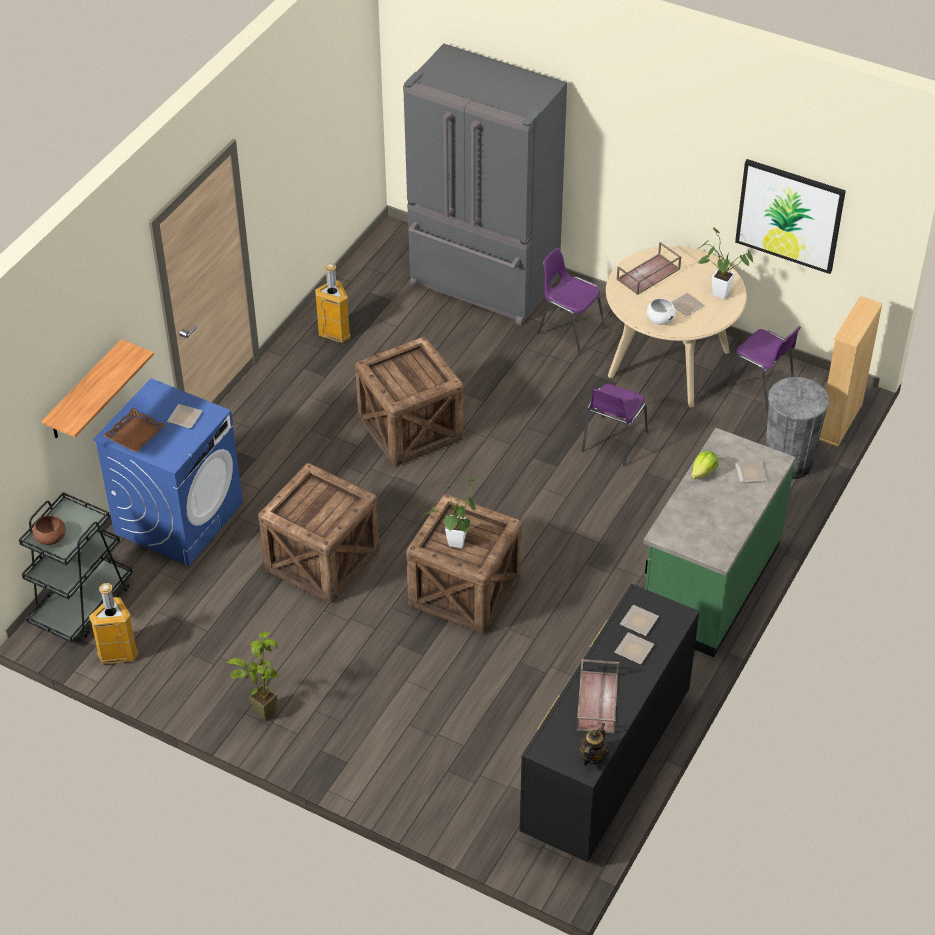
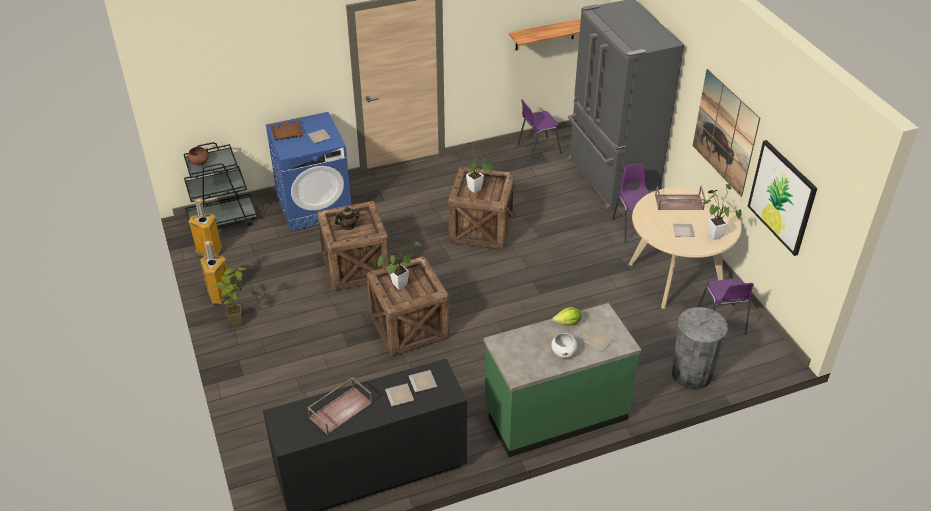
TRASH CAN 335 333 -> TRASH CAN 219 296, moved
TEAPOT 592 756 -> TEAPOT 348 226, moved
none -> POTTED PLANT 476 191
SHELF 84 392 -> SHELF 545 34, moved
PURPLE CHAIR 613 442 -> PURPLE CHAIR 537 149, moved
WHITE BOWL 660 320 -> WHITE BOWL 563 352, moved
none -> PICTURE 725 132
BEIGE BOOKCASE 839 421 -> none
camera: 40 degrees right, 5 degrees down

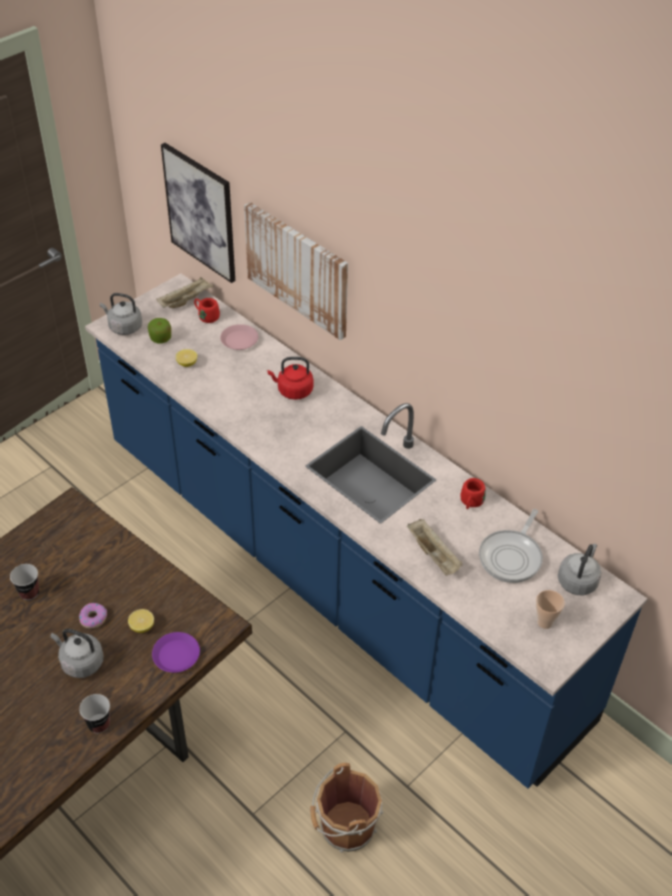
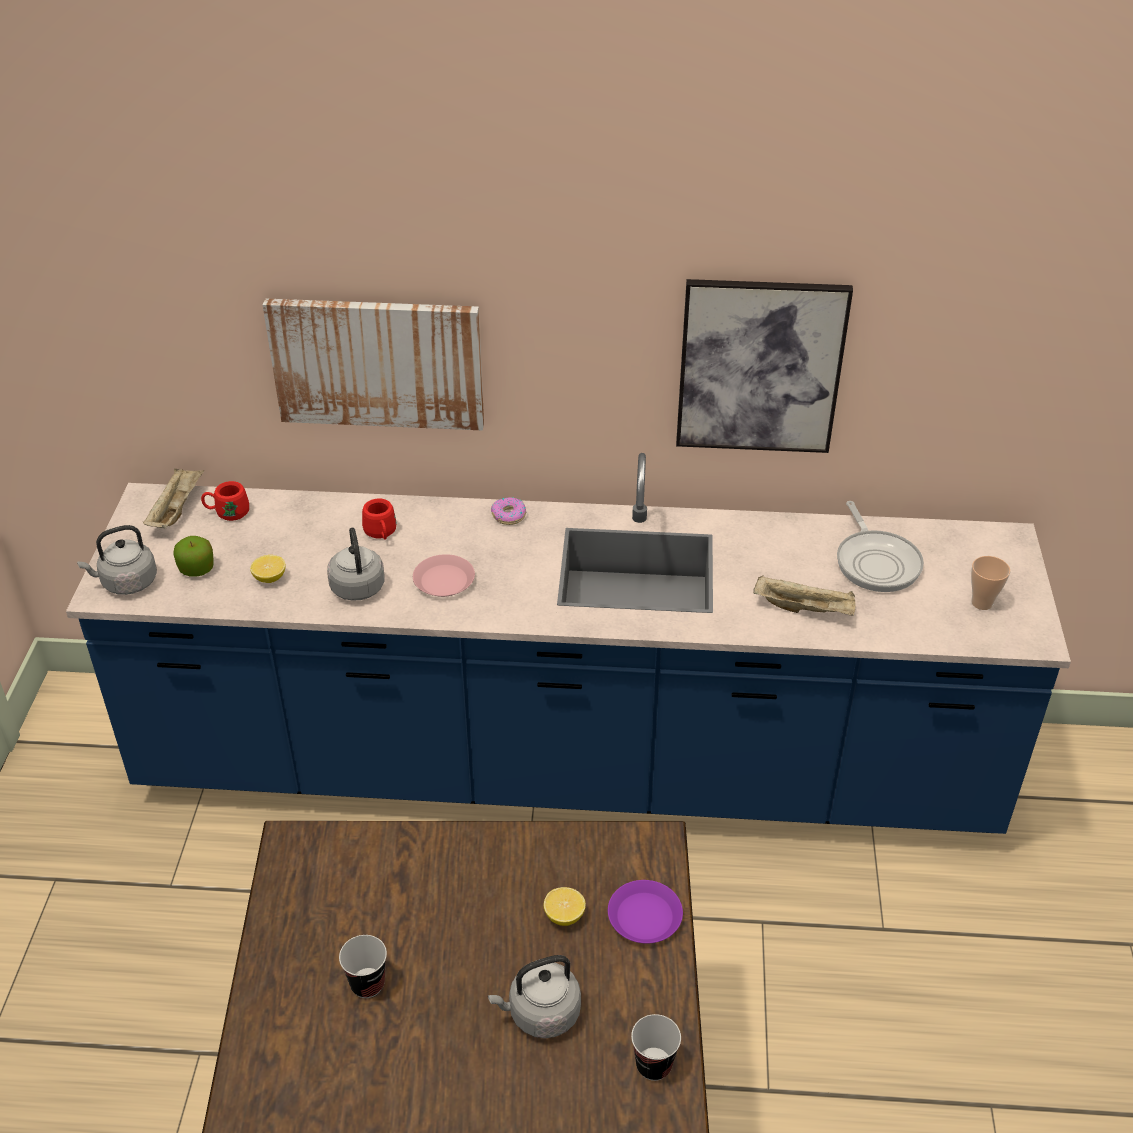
GREY KETTLE 578 580 -> GREY KETTLE 357 585, moved
RED MUG 470 503 -> RED MUG 381 534, moved
PINK PLATE 239 340 -> PINK PLATE 444 580, moved
DONUT 93 618 -> DONUT 508 515, moved
PICTURE 201 212 -> PICTURE 760 366, moved
RED KETTLE 293 391 -> none
BROWN BUCKET 345 827 -> none
camera: 40 degrees left, 5 degrees down

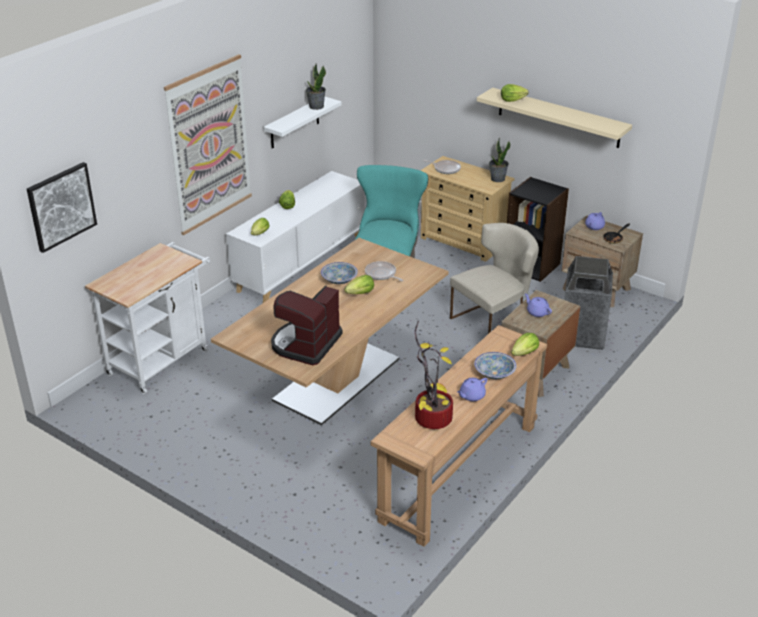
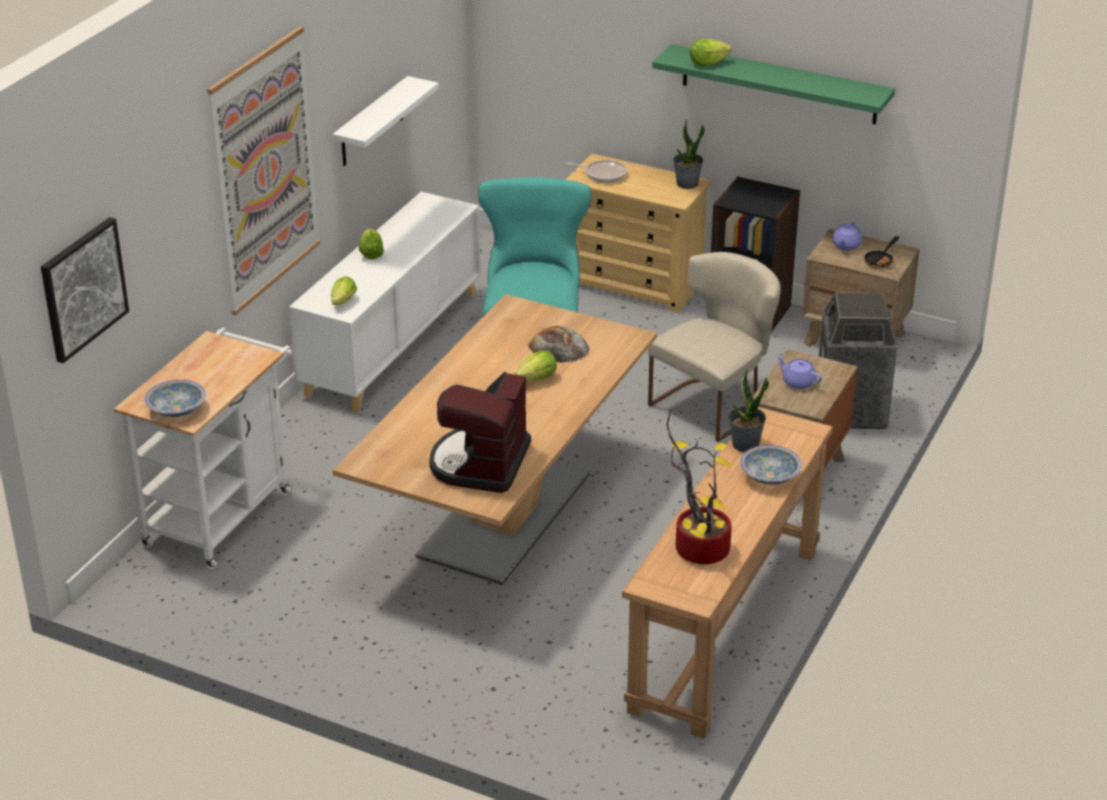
BOWL 339 280 -> BOWL 177 409, moved
FRYING PAN 381 274 -> BREAD 558 347
BEIGE SHELF 558 118 -> GREEN SHELF 779 84
POTTED PLANT 316 106 -> POTTED PLANT 745 444, moved
PURPLE TEAPOT 471 396 -> none
LETTUCE 524 353 -> none
camera: 10 degrees left, 0 degrees up

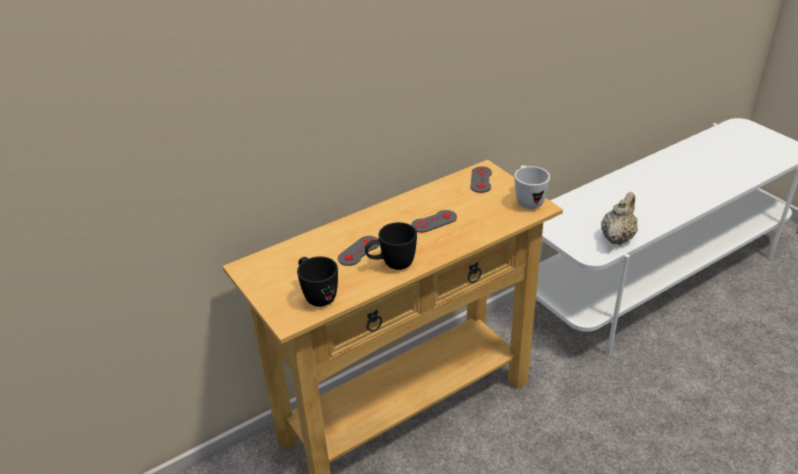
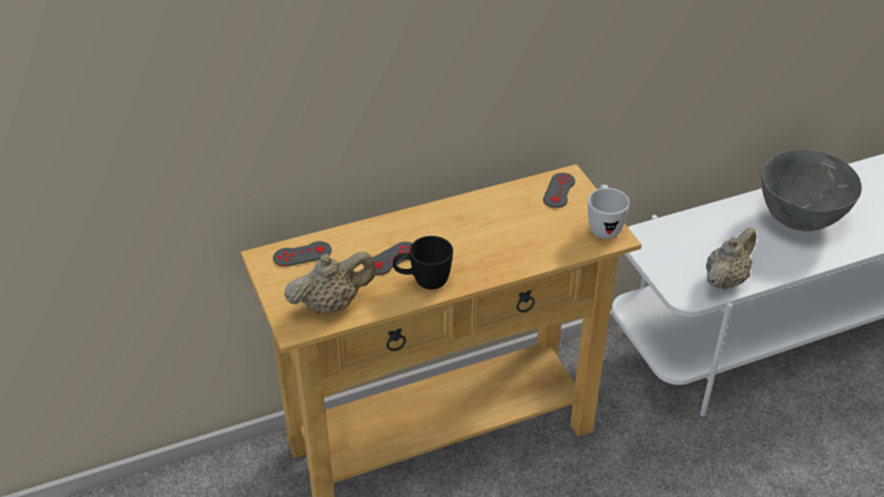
GREY GAME CONTROLLER 434 221 -> GREY GAME CONTROLLER 302 254, moved
BLACK MUG 317 295 -> BEIGE TEAPOT 332 304
none -> GREY BOWL 799 219
camera: 10 degrees right, 5 degrees up

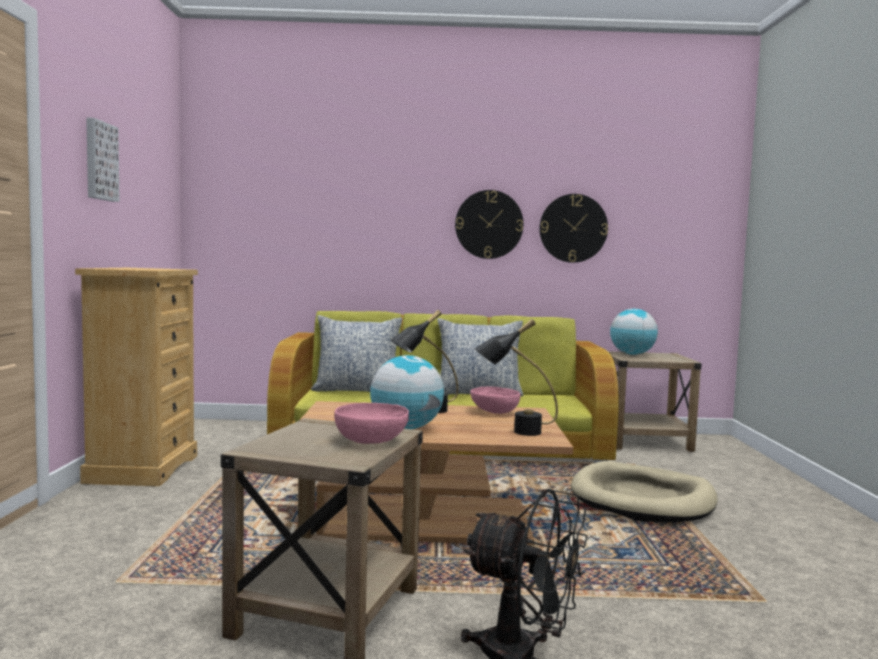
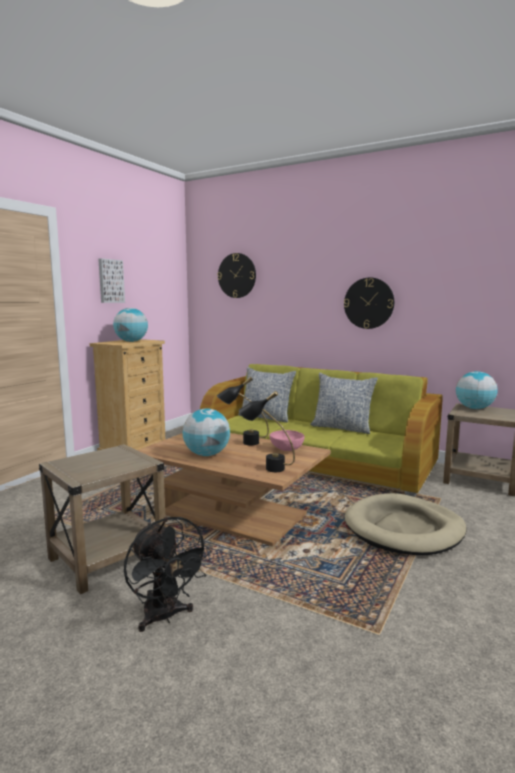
none -> GLOBE 131 341
WALL CLOCK 573 228 -> WALL CLOCK 237 275, moved
PINK BOWL 371 440 -> none
camera: 30 degrees right, 5 degrees up

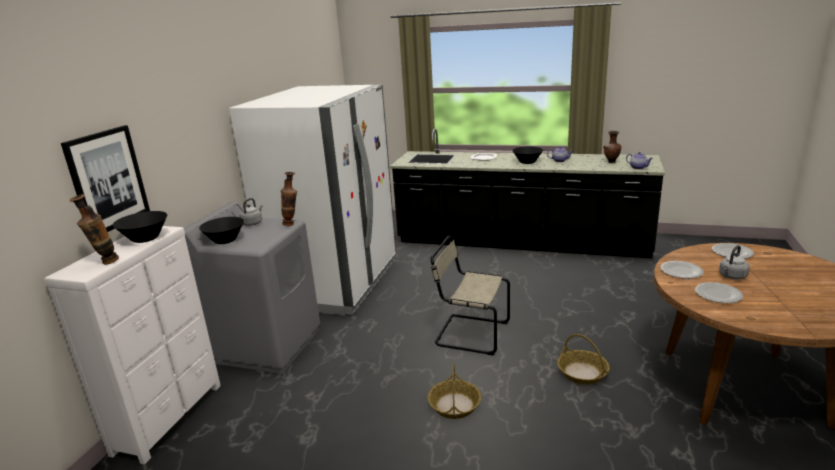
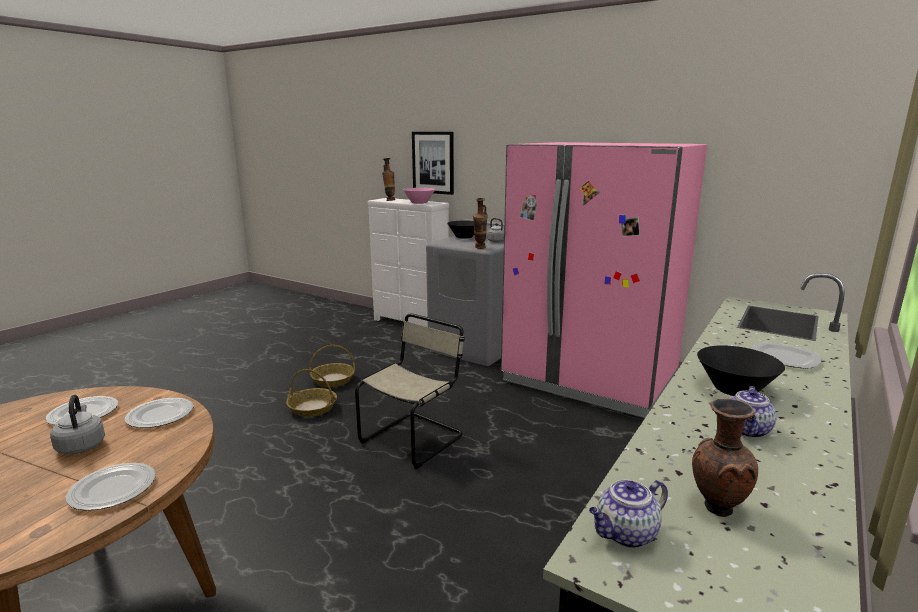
BASKET 582 373 -> BASKET 332 380, moved
BLACK BOWL 145 239 -> PINK BOWL 419 203
WHITE FRIDGE 337 282 -> PINK FRIDGE 589 380
camera: 105 degrees right, 5 degrees down

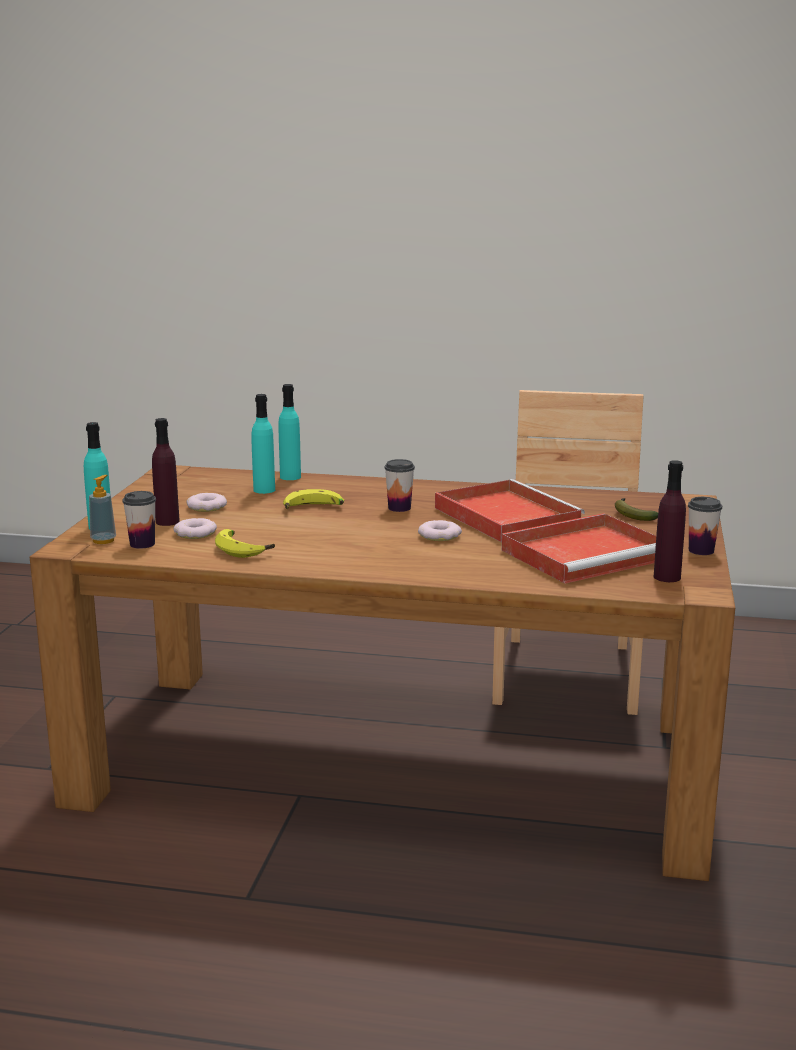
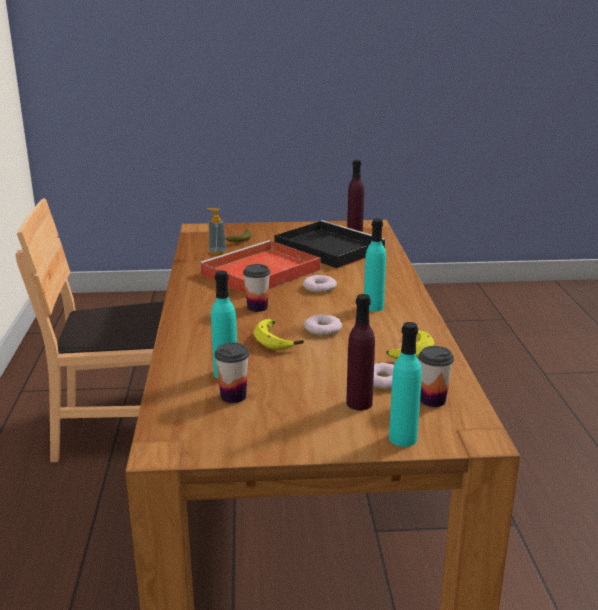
SOAP DISPENSER 103 540 -> SOAP DISPENSER 217 252, moved
CUP 701 550 -> CUP 233 396, moved
RED TRAY 586 554 -> BLACK TRAY 327 248
DONUT 207 507 -> DONUT 323 329, moved
TURQUOISE BOTTLE 290 477 -> TURQUOISE BOTTLE 373 307, moved
camera: 105 degrees left, 5 degrees up

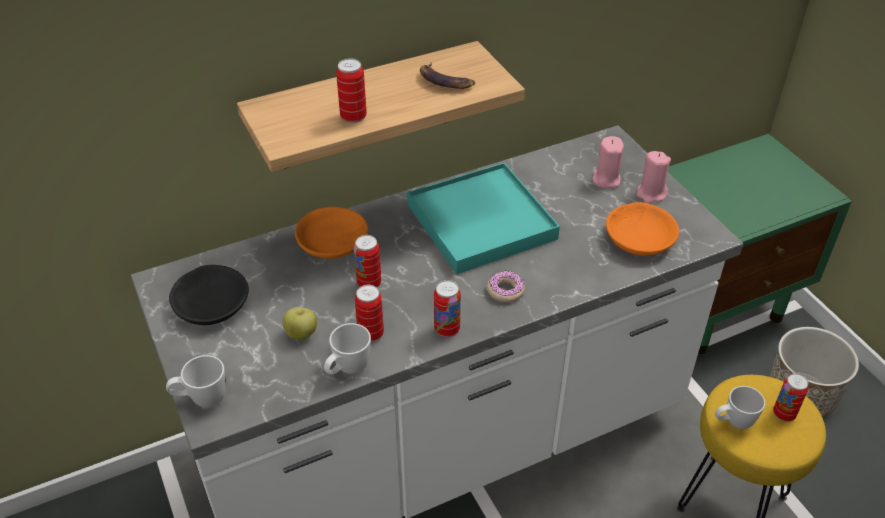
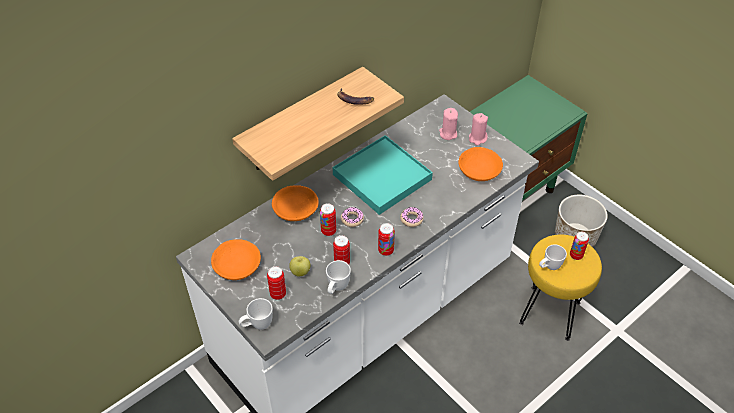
BLACK BOWL 211 303 -> ORANGE BOWL 236 264
CAN 353 117 -> CAN 278 294, moved
none -> DONUT 352 219
camera: 15 degrees left, 5 degrees up

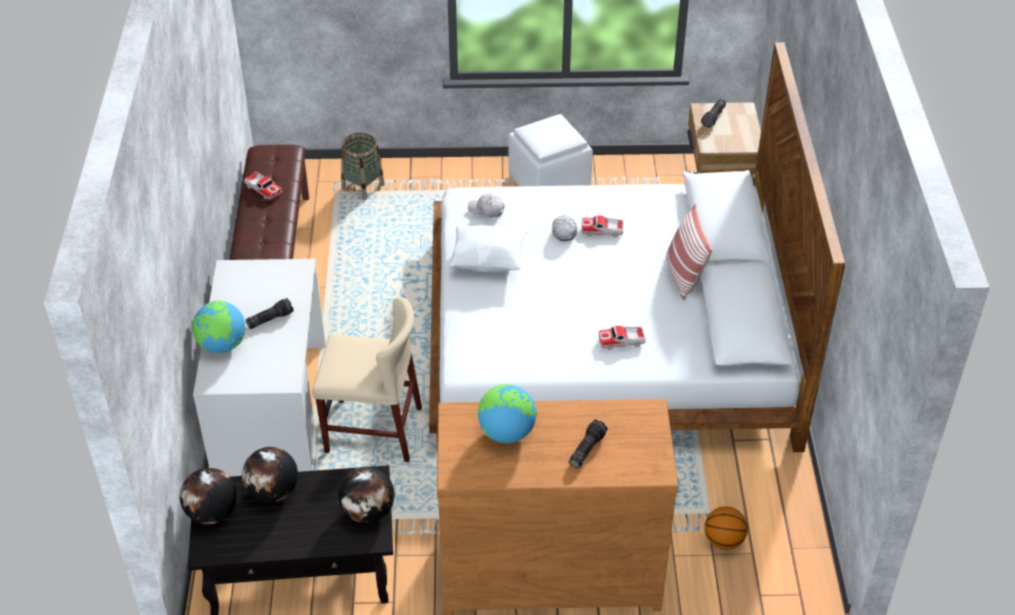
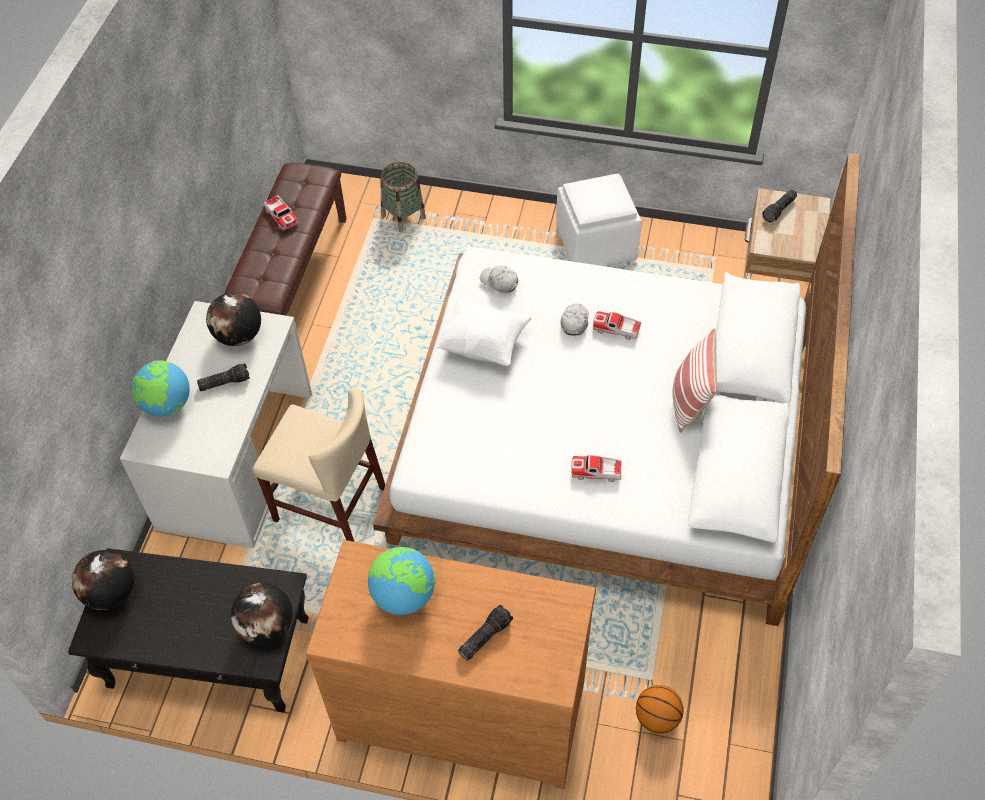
GLOBE 273 492 -> GLOBE 239 336, moved
camera: 15 degrees right, 10 degrees up

